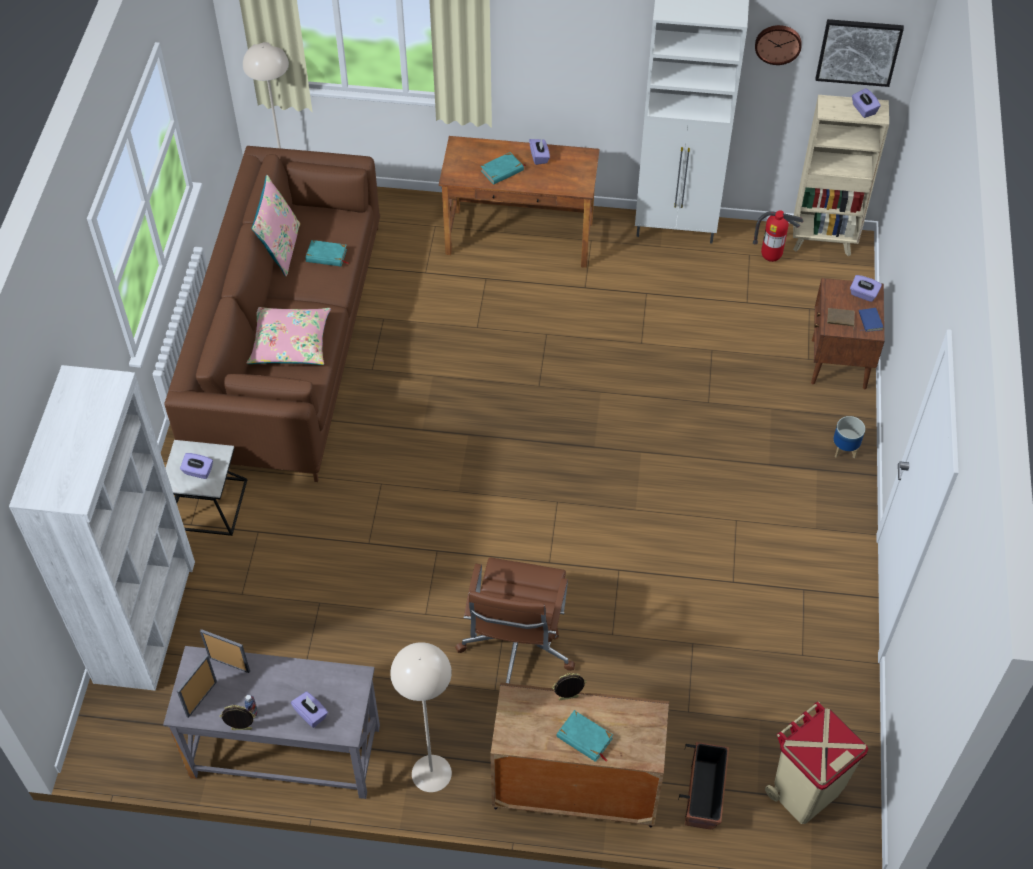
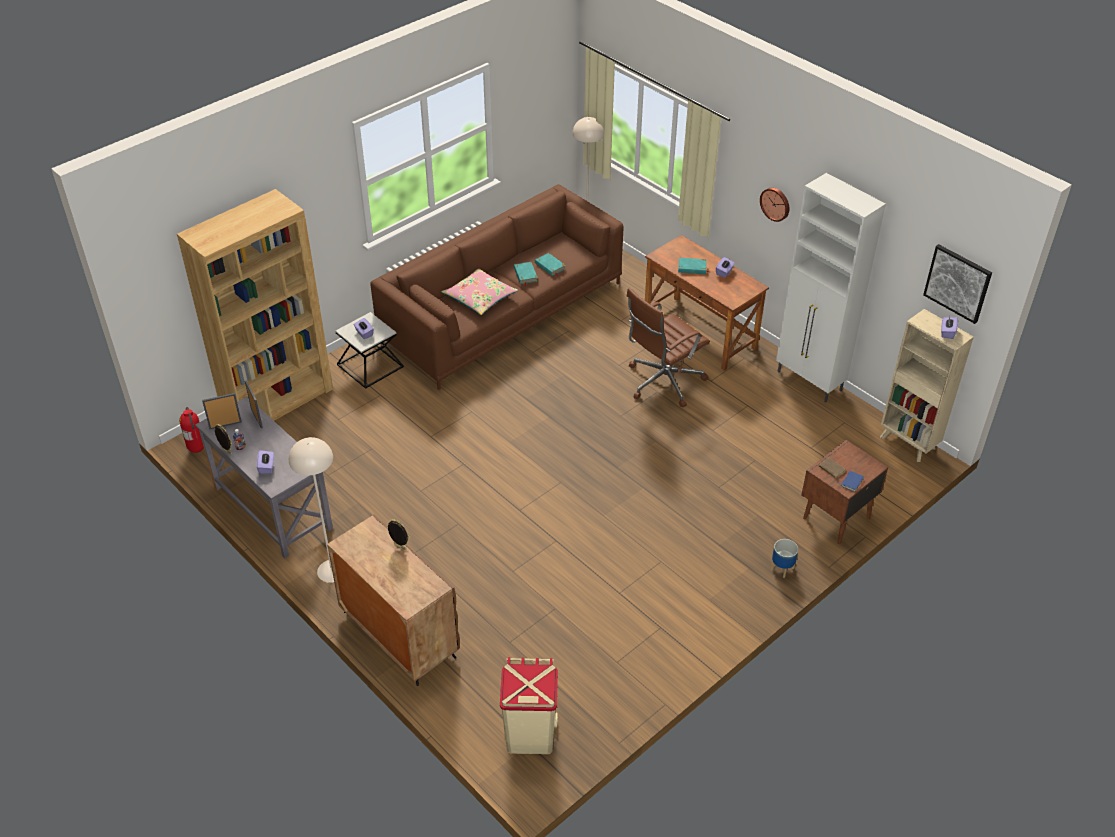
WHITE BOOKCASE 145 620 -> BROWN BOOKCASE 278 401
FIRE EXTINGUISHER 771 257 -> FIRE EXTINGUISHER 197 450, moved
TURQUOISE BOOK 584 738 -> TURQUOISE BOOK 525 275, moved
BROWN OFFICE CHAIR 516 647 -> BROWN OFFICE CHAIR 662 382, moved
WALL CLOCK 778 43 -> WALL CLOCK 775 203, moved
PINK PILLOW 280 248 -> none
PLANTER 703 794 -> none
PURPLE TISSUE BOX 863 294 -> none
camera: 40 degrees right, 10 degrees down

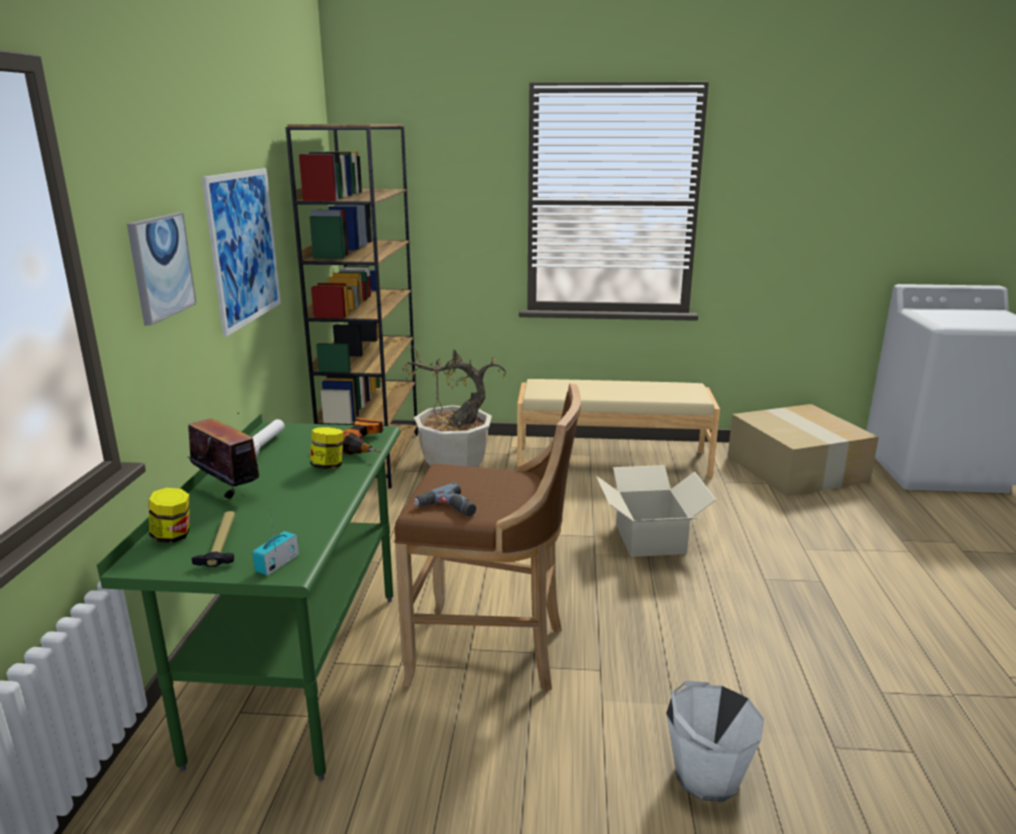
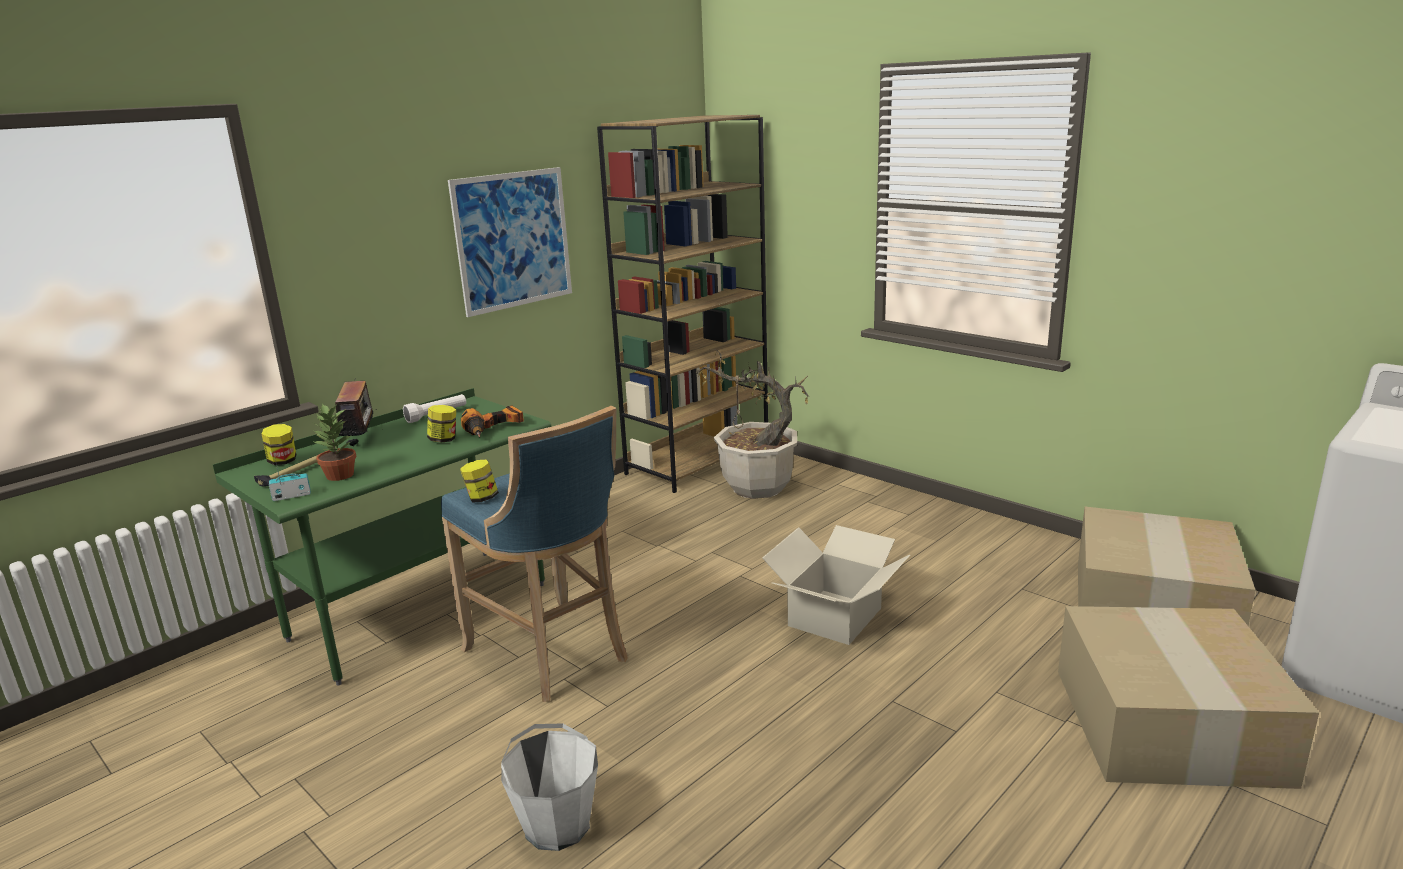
none -> POTTED PLANT 340 476
BROWN STOOL 492 652 -> BLUE STOOL 552 654
POWER DRILL 447 509 -> JAR 481 498
none -> CARDBOARD BOX 1171 726
PICTURE 161 266 -> none
BEIGE BENCH 612 460 -> none
camera: 40 degrees right, 0 degrees up

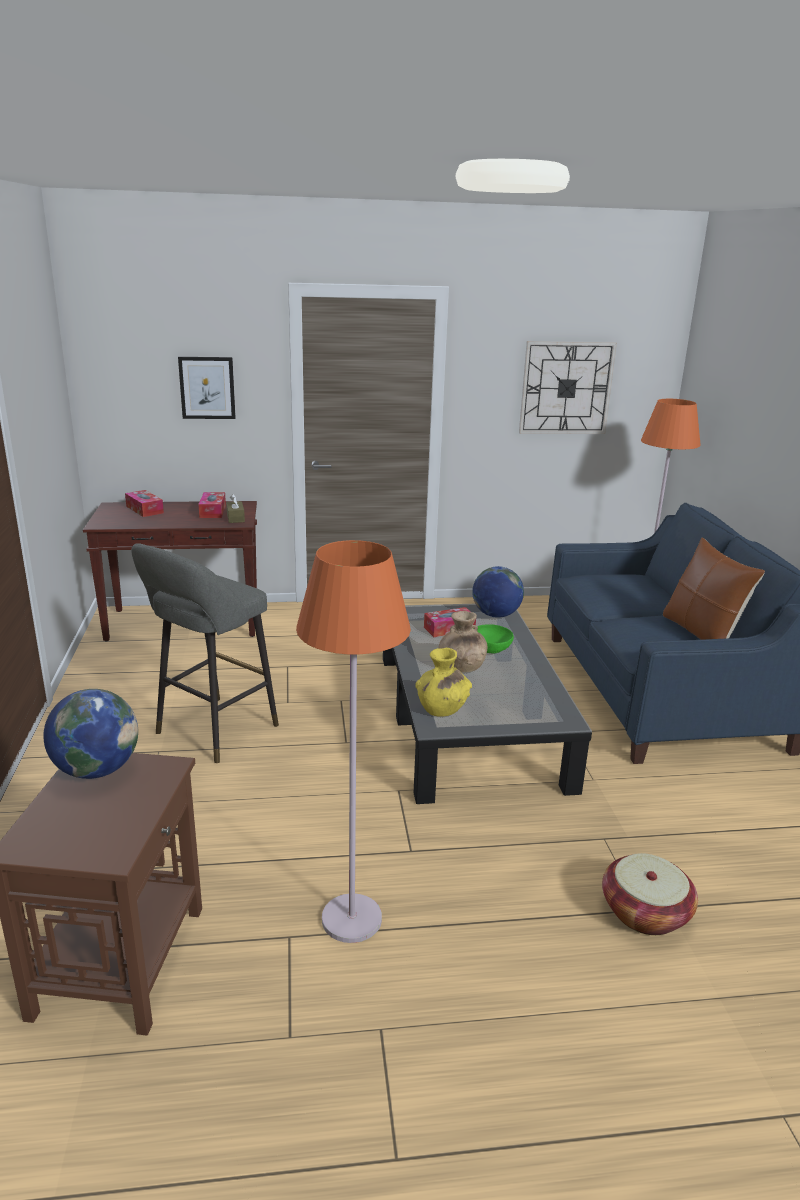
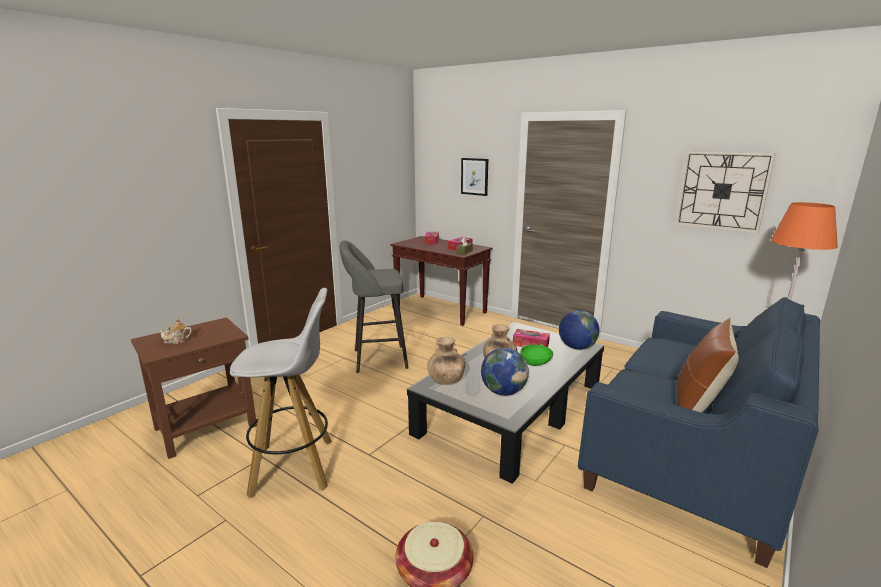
none -> TEAPOT 176 341
ORANGE FLOOR LAMP 352 919 -> WHITE STOOL 295 467
YELLOW VASE 441 709 -> BROWN VASE 446 380
GLOBE 96 770 -> GLOBE 503 392, moved
camera: 45 degrees right, 5 degrees down

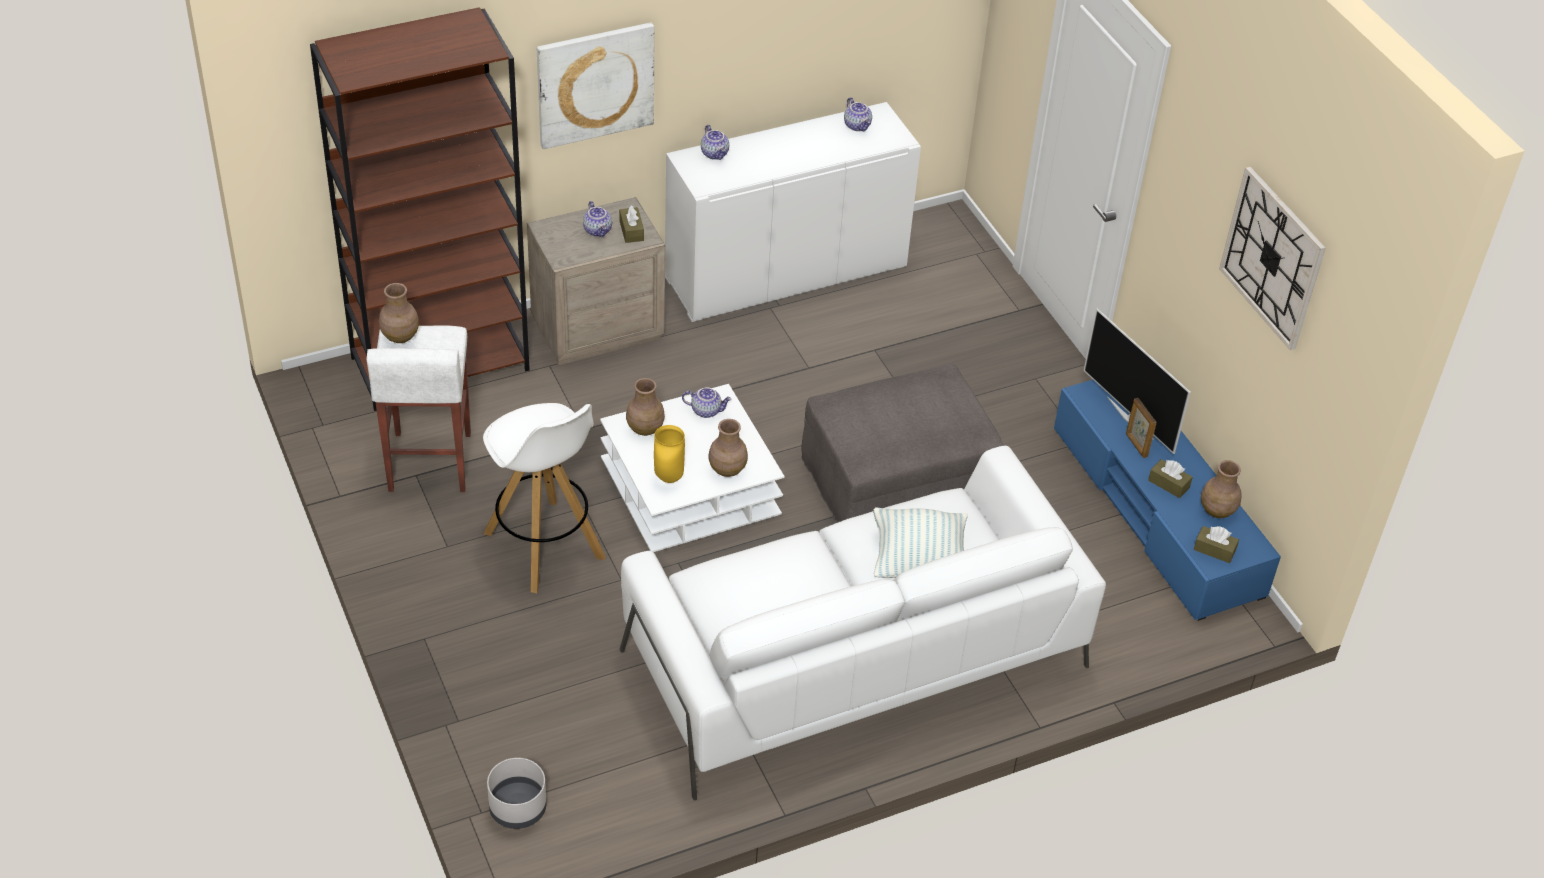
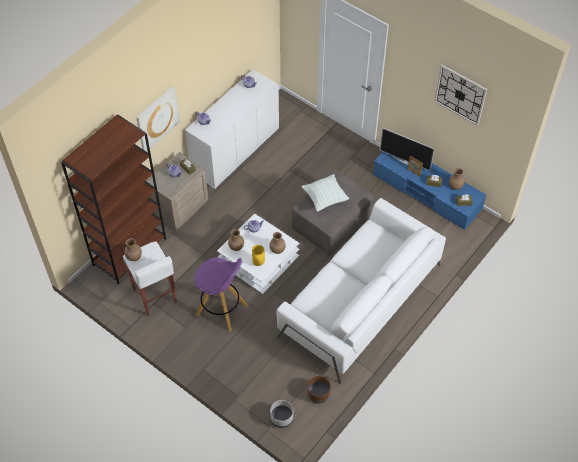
WHITE STOOL 545 546 -> PURPLE STOOL 222 310
PILLOW 918 562 -> PILLOW 325 198, moved
none -> BROWN PLANTER 318 394
camera: 25 degrees left, 10 degrees up

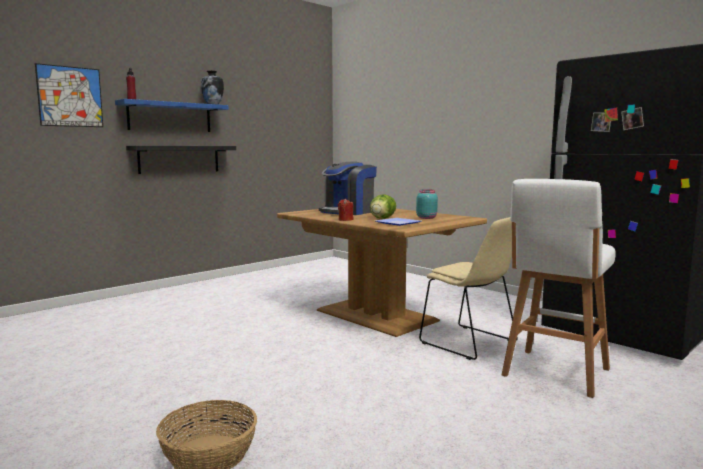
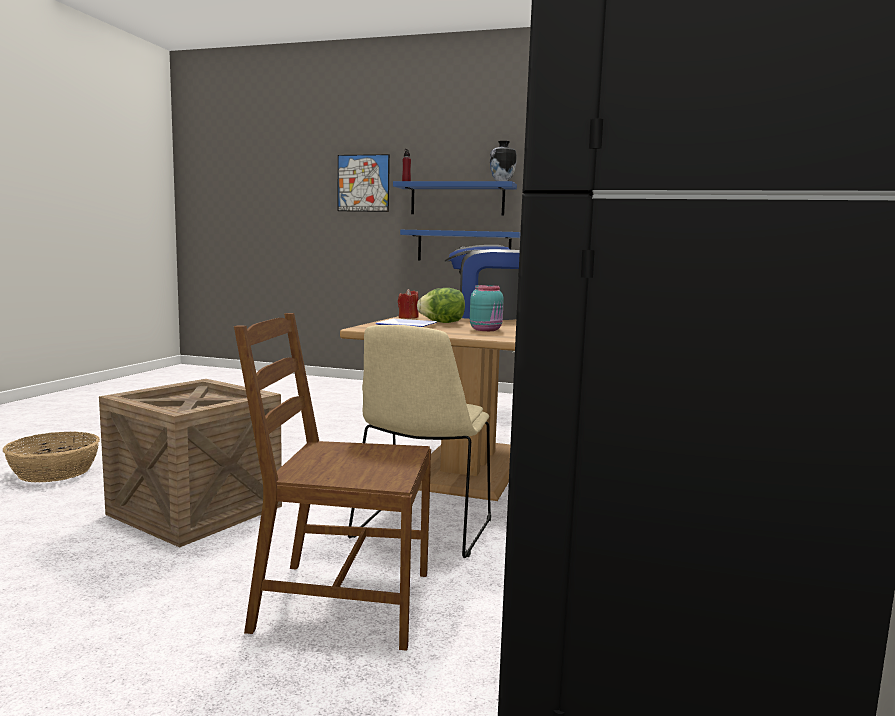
none -> CRATE 196 510
WHITE STOOL 554 373 -> BROWN CHAIR 341 602
BLACK SHELF 179 159 -> BLUE SHELF 464 246
camera: 60 degrees right, 0 degrees up

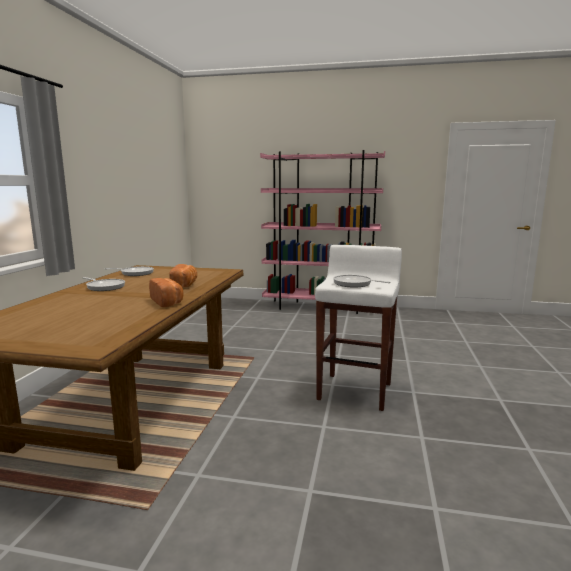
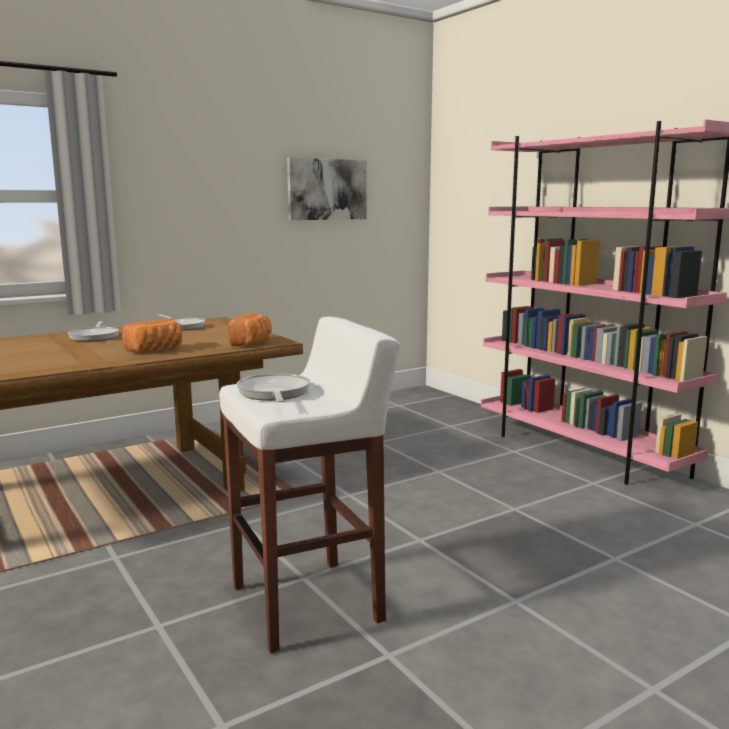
BREAD 168 302 -> BREAD 252 343, moved
none -> PICTURE 327 189
camera: 45 degrees right, 0 degrees up

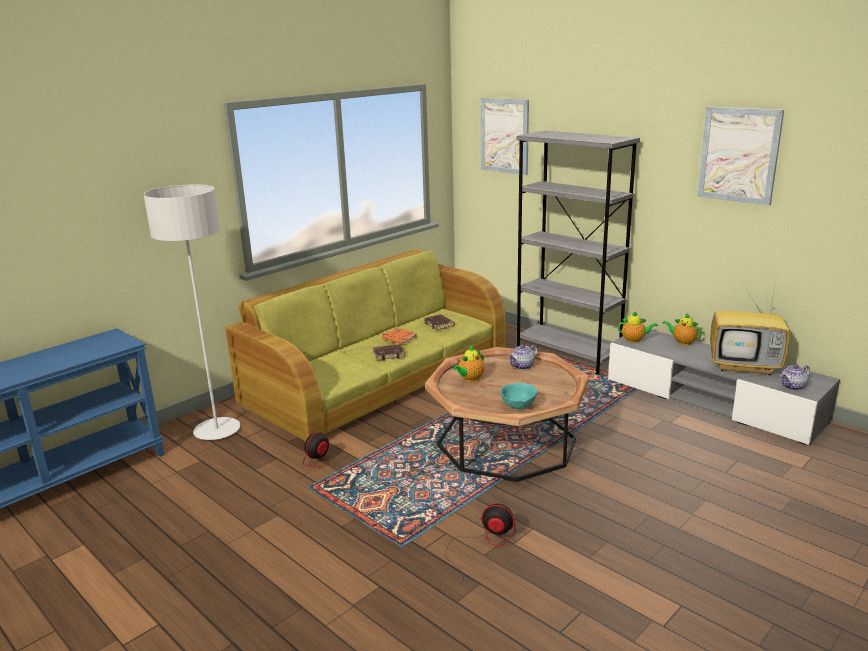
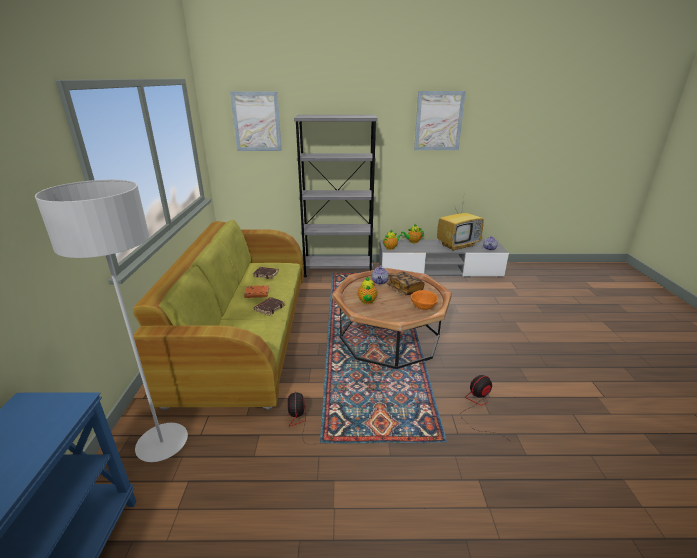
none -> BOOK 404 290
TURQUOISE BOWL 518 406 -> ORANGE BOWL 423 307
camera: 45 degrees left, 5 degrees up

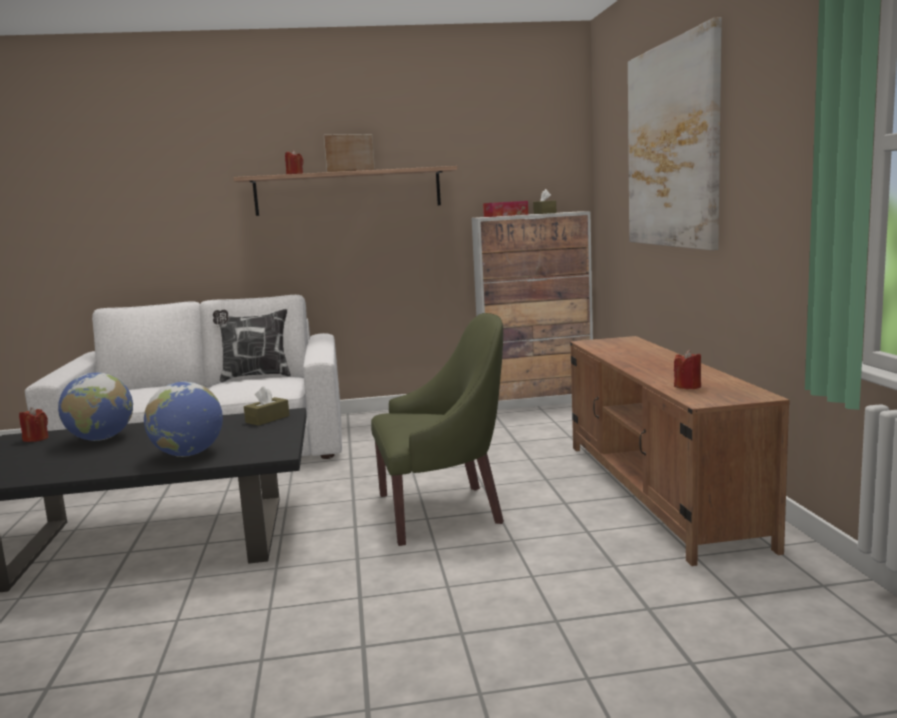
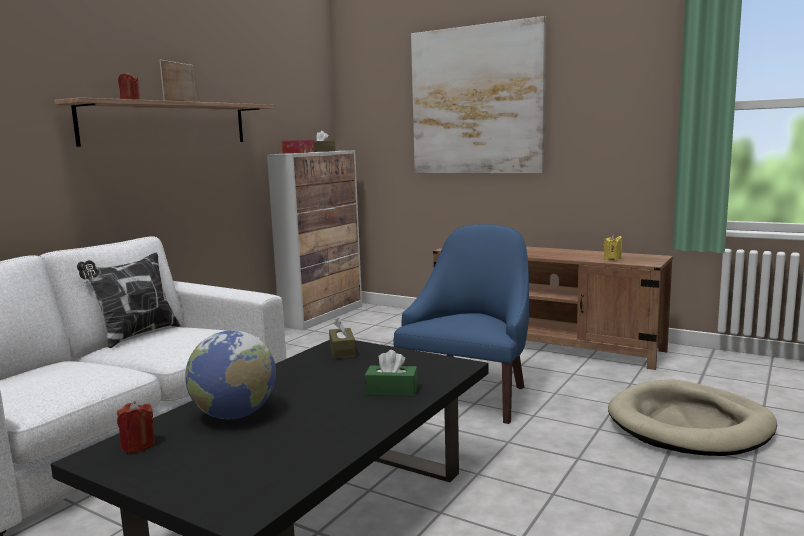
GLOBE 188 454 -> GREEN TISSUE BOX 392 390
GREEN ARMCHAIR 442 511 -> BLUE ARMCHAIR 470 395
RED CANDLE 687 386 -> YELLOW CANDLE 612 259
none -> BEIGE DOG BED 689 425
camera: 50 degrees left, 0 degrees up

